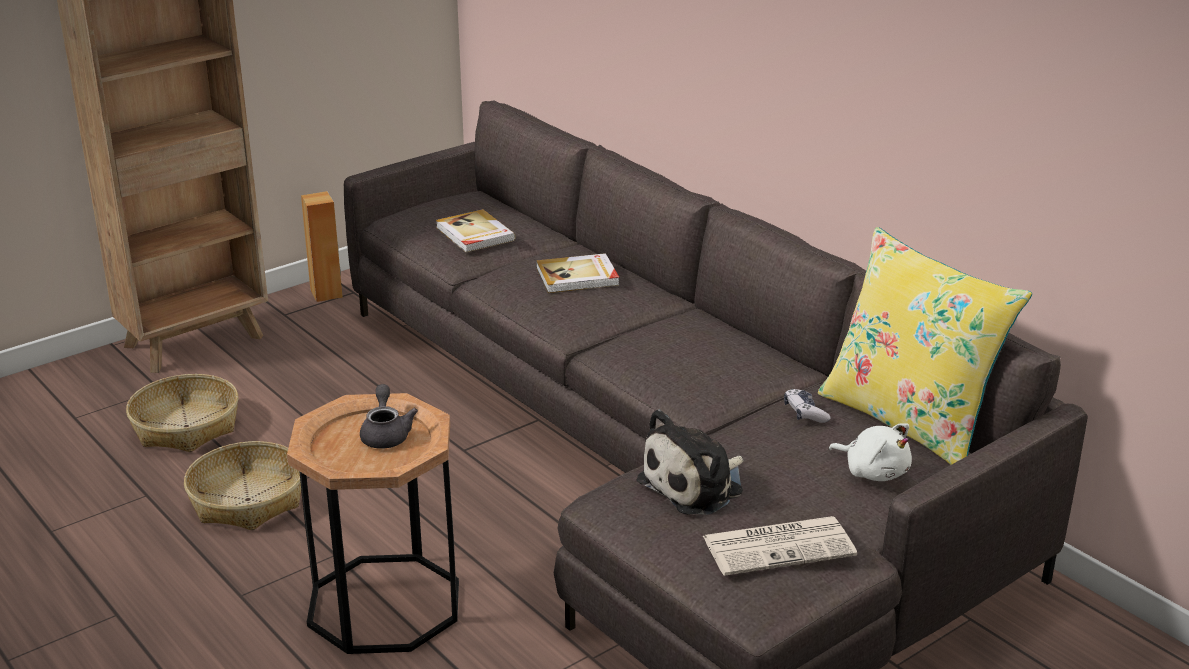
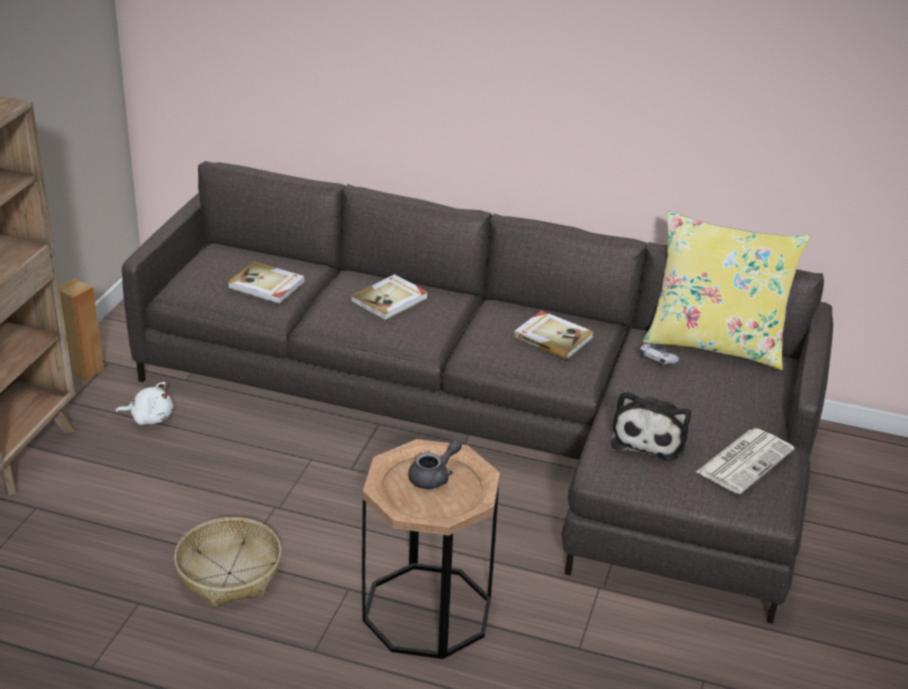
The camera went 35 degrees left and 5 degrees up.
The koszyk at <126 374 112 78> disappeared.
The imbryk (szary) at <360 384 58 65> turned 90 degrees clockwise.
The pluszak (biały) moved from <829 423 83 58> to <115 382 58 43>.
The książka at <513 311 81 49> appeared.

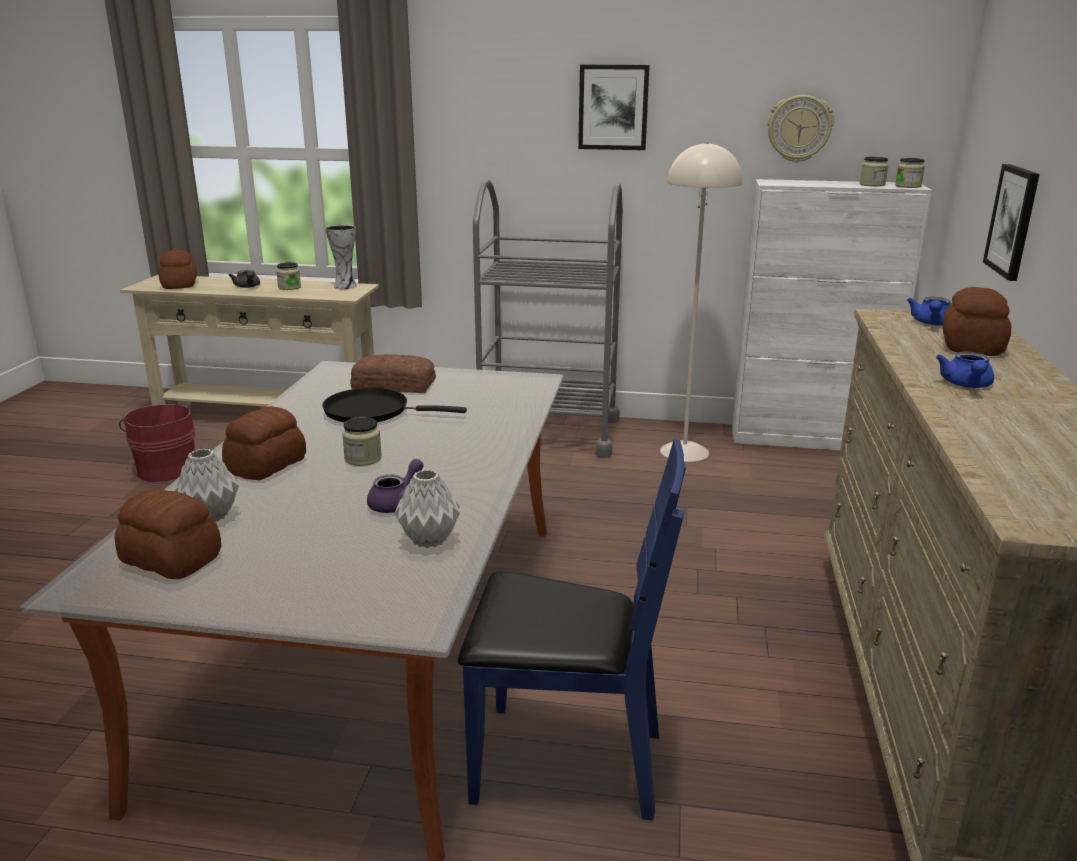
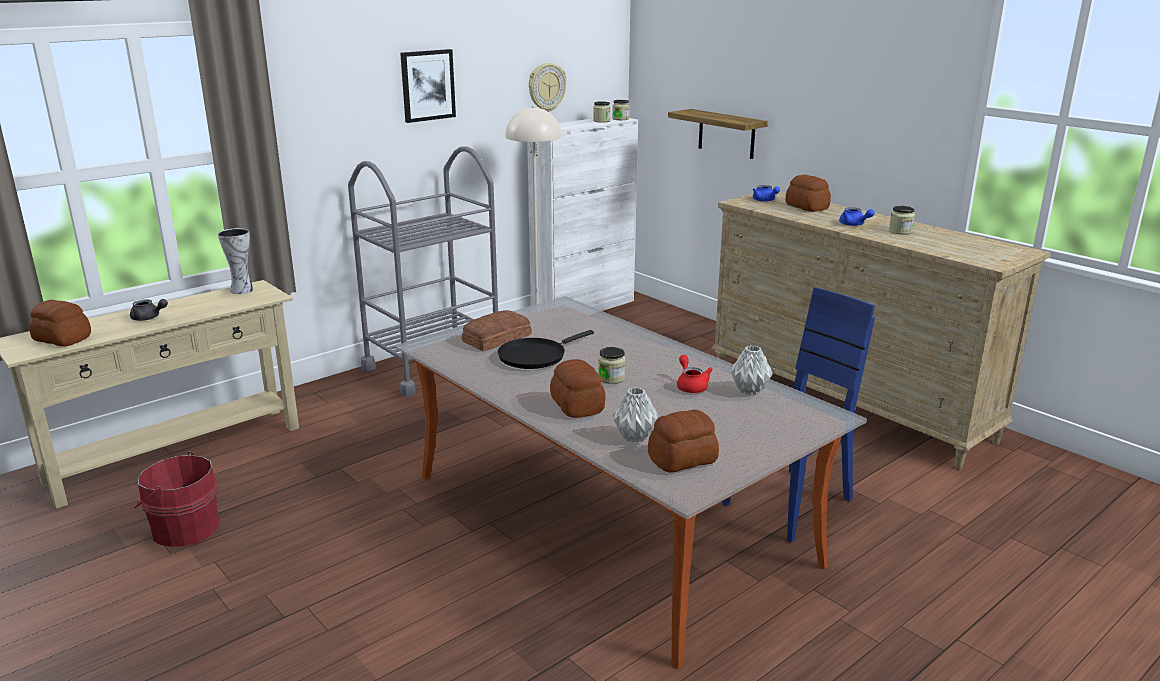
The camera went 50 degrees left and 0 degrees up.
The obraz at <983 164 57 117> was replaced by the półka at <668 109 100 50>.
The słoik moved from <276 262 25 28> to <889 206 26 29>.
The imbryk (fioletowy) at <367 459 57 54> became the imbryk (czerwony) at <677 355 36 38>.

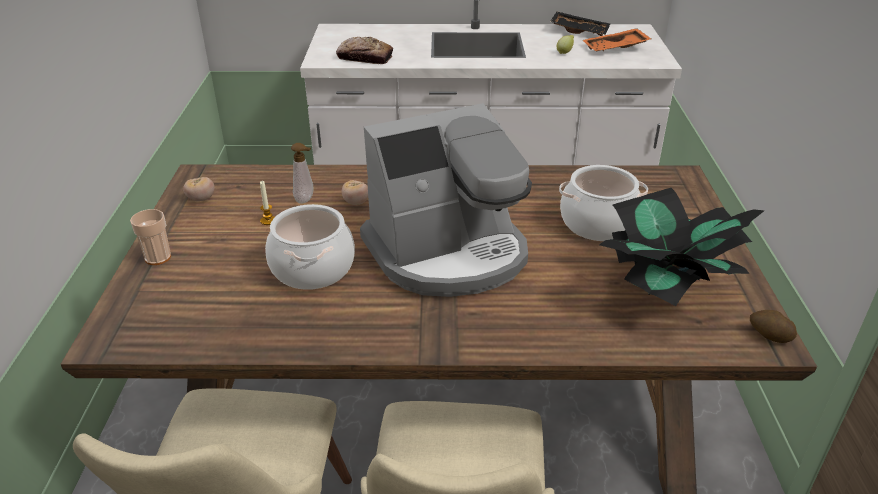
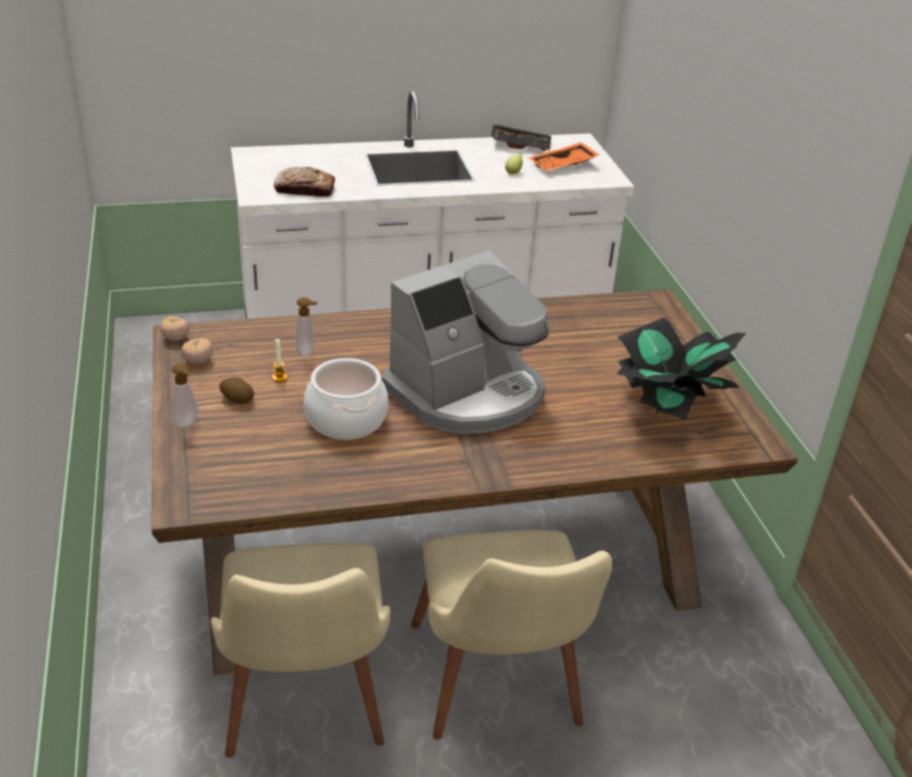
The camera went 15 degrees left and 0 degrees up.
The garnek at <559 165 89 76> disappeared.
The pomidor moved from <342 180 26 25> to <160 316 29 25>.
The filiżanka at <130 209 41 56> was replaced by the dozownik mydła at <171 364 28 63>.
The ziemniak moved from <750 310 47 33> to <219 377 35 27>.

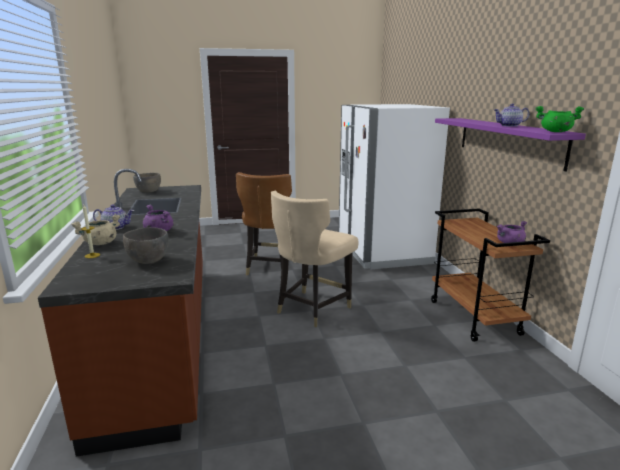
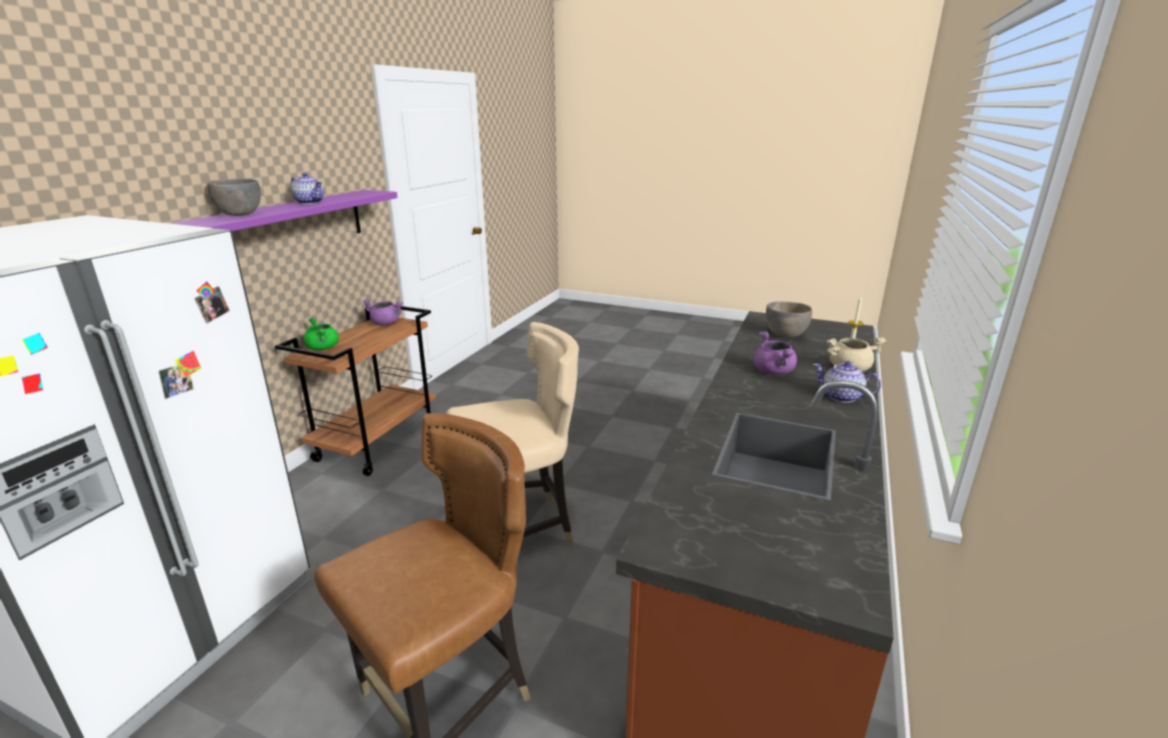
The camera went 145 degrees left and 5 degrees up.
The garnek (zielony) moved from <535 106 49 26> to <303 318 36 32>.
The miska (szary) moved from <133 173 28 20> to <207 179 54 37>.

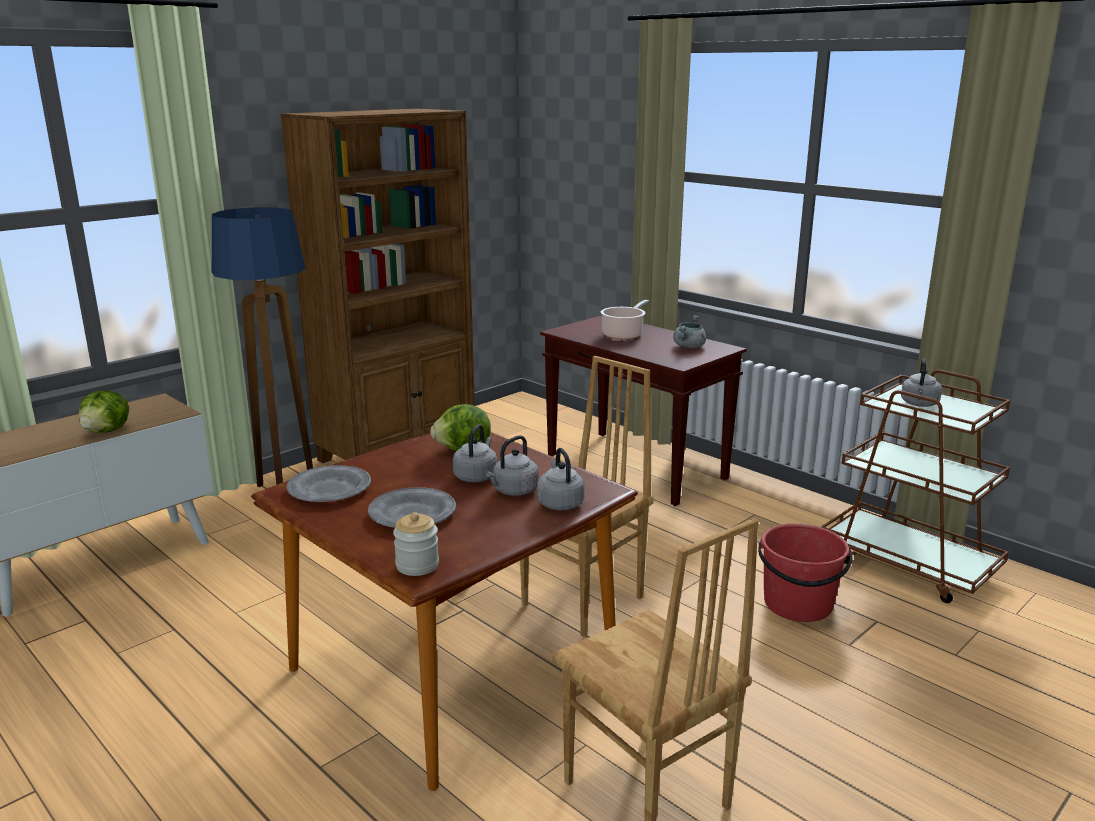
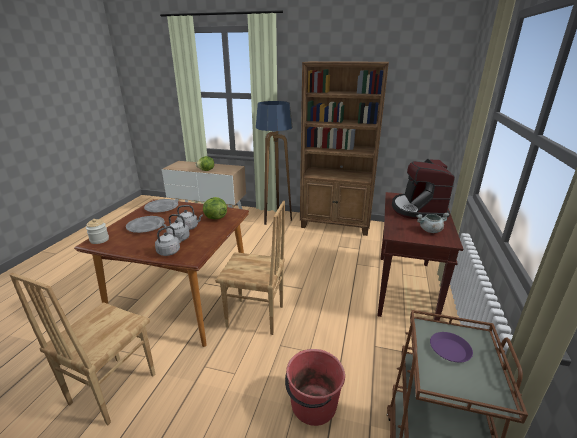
The camera went 60 degrees right and 5 degrees up.
The garnek at <600 300 49 40> was replaced by the ekspres do kawy at <392 159 63 60>.
The czajnik (szary) at <901 358 41 49> was replaced by the talerz (fioletowy) at <430 332 43 30>.

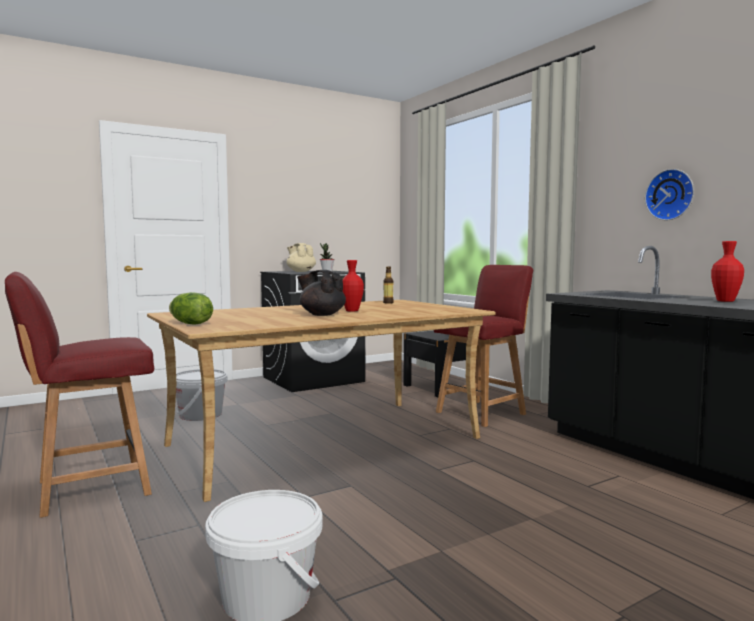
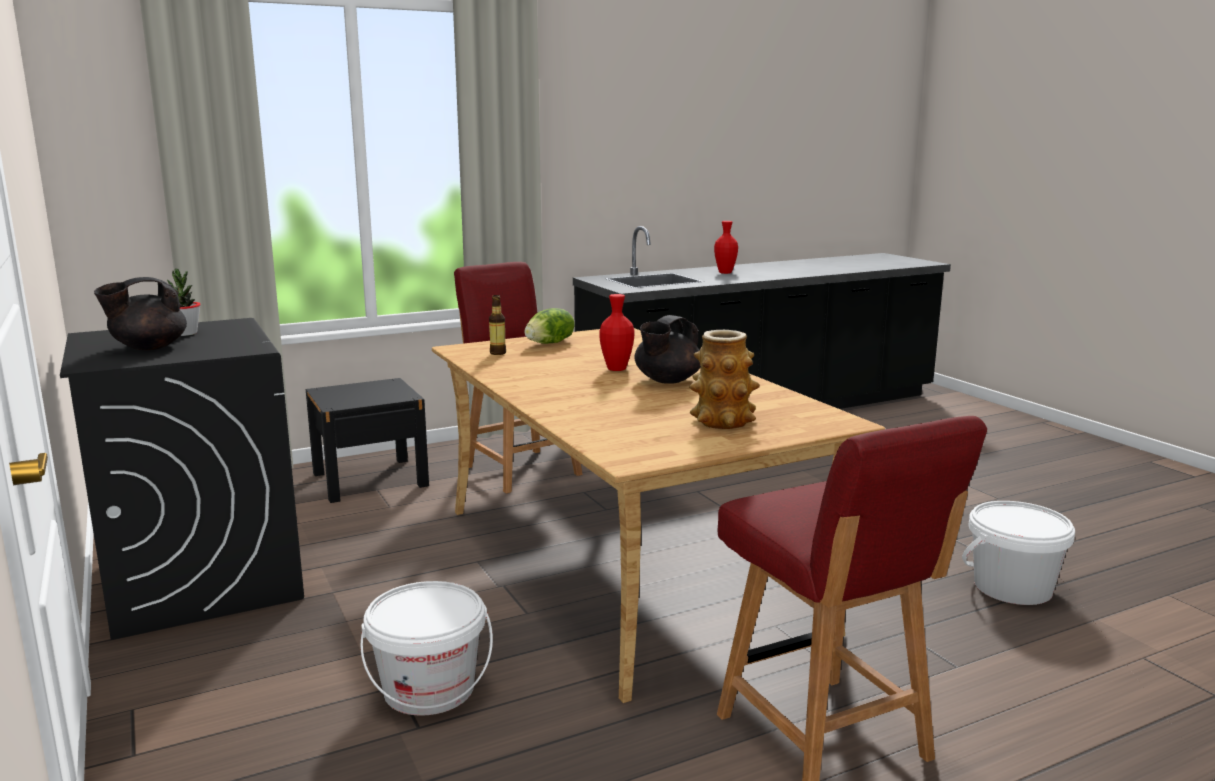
The camera went 85 degrees left and 10 degrees up.
The zegar ścienny at <645 169 49 51> disappeared.
The imbryk (beżowy) at <287 243 29 29> became the imbryk (czarny) at <94 277 93 73>.
The sałata moved from <169 292 44 32> to <524 308 50 36>.
The wazon at <689 330 71 99> appeared.

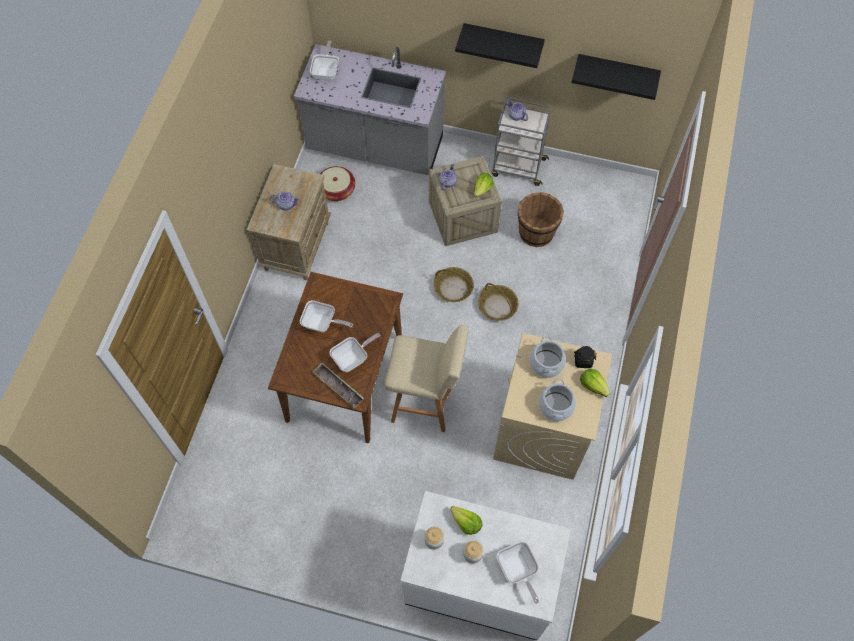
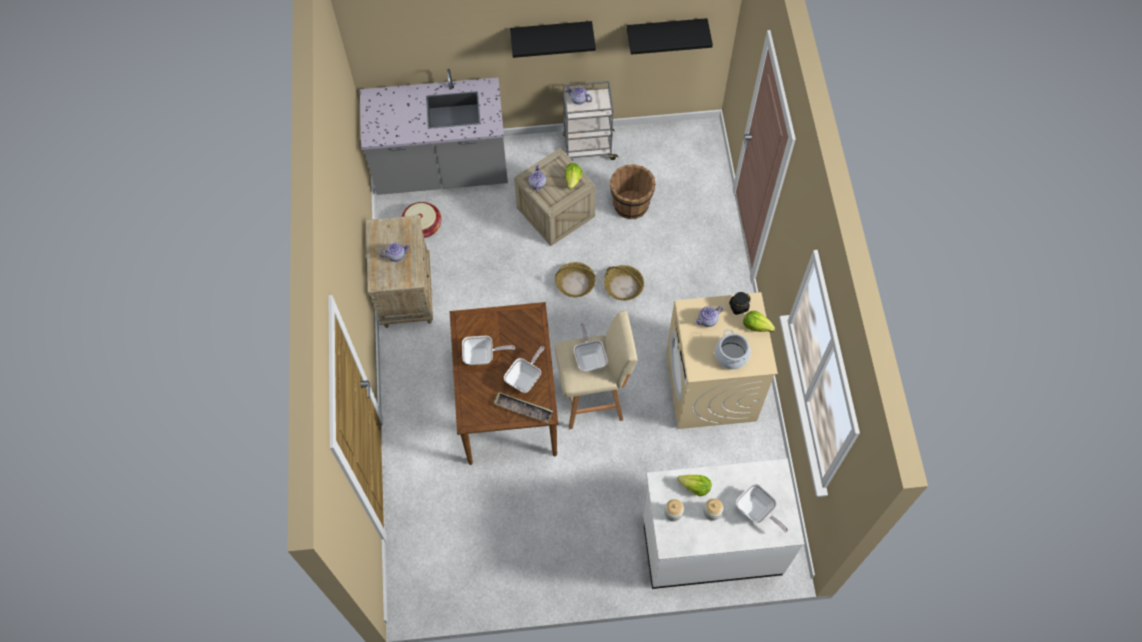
The camera went 20 degrees left and 0 degrees up.
The patelnia moved from <310 40 29 41> to <574 323 34 49>.
The garnek at <529 336 37 42> was replaced by the imbryk at <694 306 29 21>.

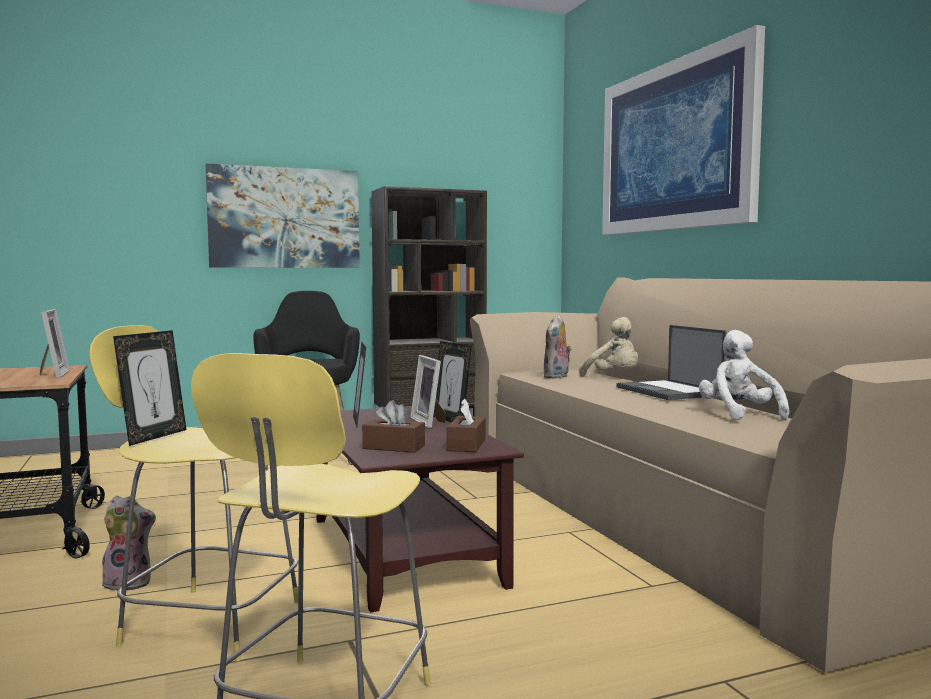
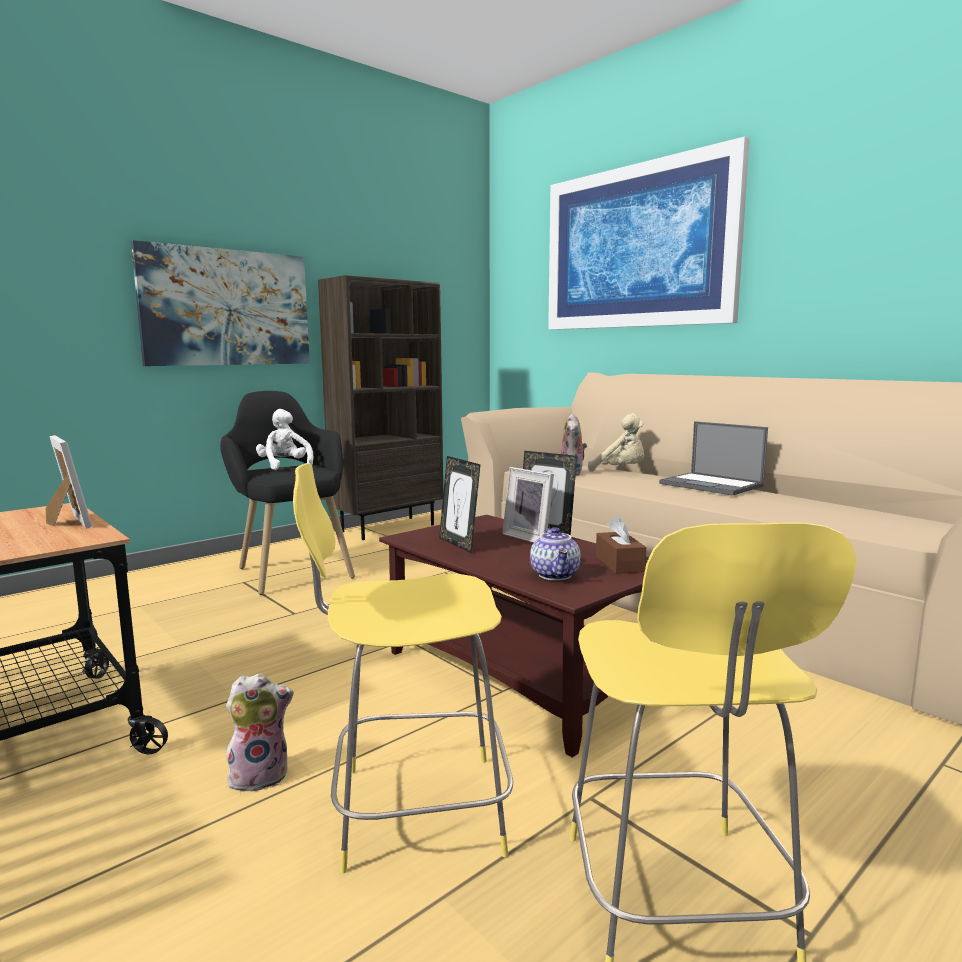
The camera went 20 degrees left and 5 degrees up.
The ramka na zdjęcie at <113 330 73 116> disappeared.
The pluszak (biały) moved from <699 330 90 91> to <256 409 57 61>.
The pudełko chusteczek (brązowy) at <362 400 63 53> was replaced by the imbryk at <530 527 51 54>.

